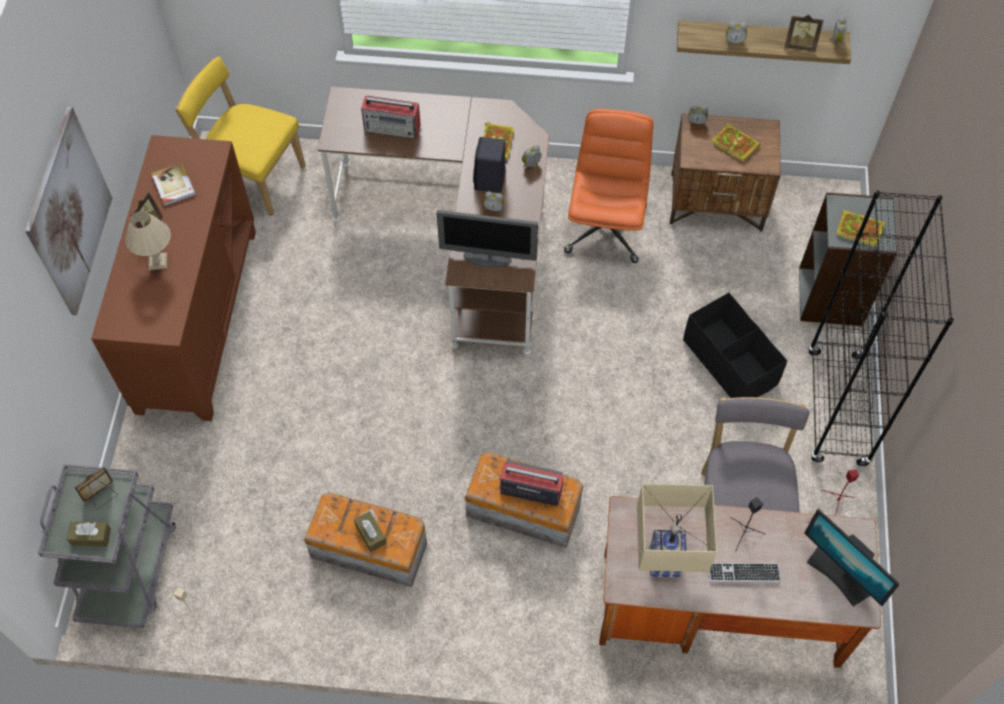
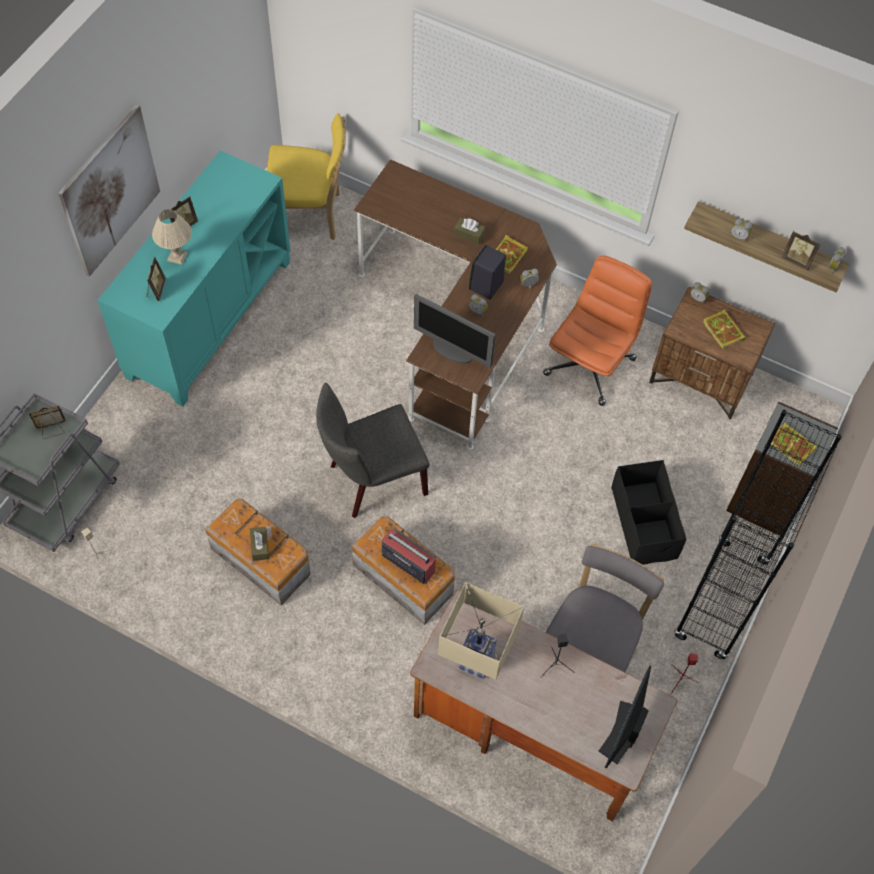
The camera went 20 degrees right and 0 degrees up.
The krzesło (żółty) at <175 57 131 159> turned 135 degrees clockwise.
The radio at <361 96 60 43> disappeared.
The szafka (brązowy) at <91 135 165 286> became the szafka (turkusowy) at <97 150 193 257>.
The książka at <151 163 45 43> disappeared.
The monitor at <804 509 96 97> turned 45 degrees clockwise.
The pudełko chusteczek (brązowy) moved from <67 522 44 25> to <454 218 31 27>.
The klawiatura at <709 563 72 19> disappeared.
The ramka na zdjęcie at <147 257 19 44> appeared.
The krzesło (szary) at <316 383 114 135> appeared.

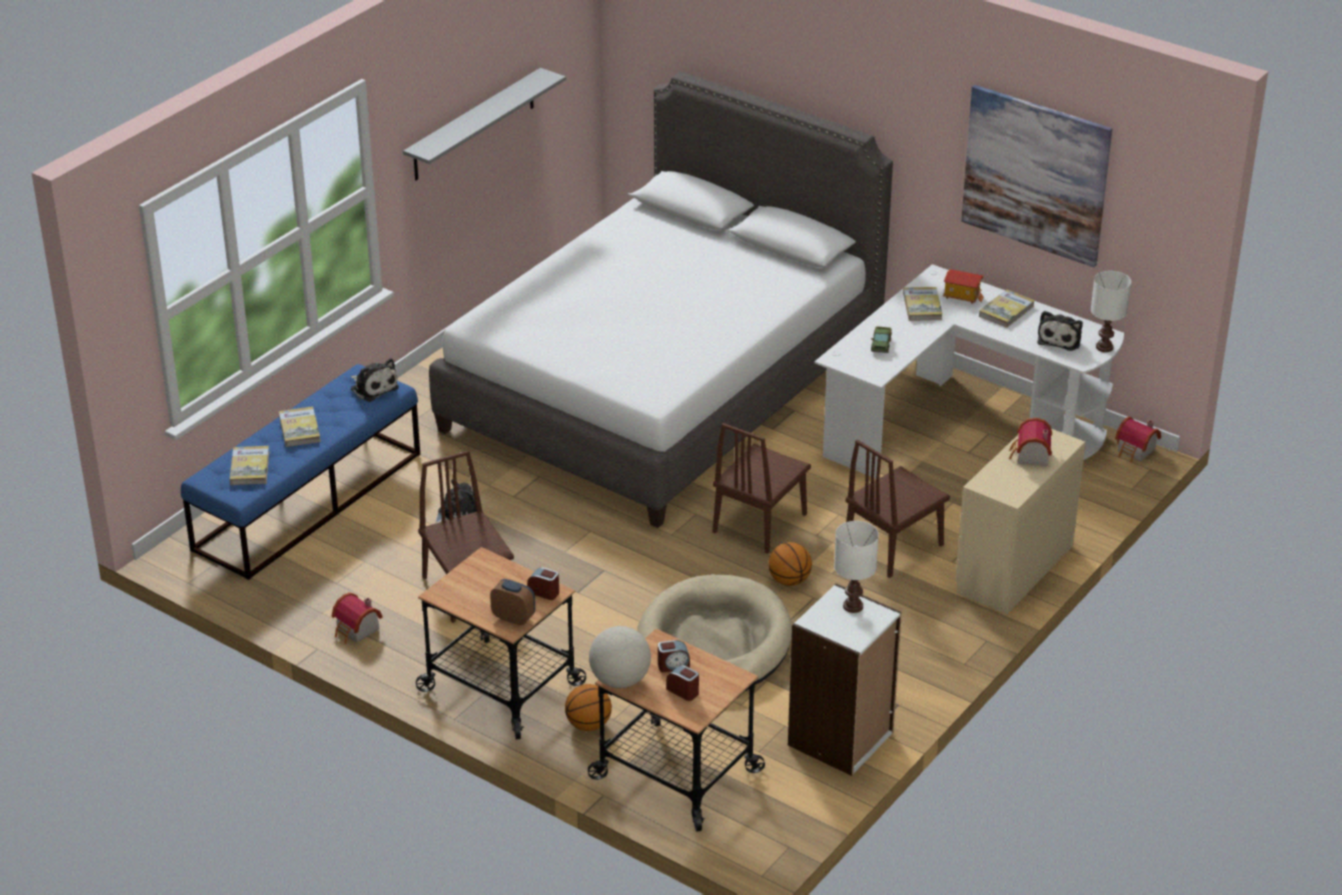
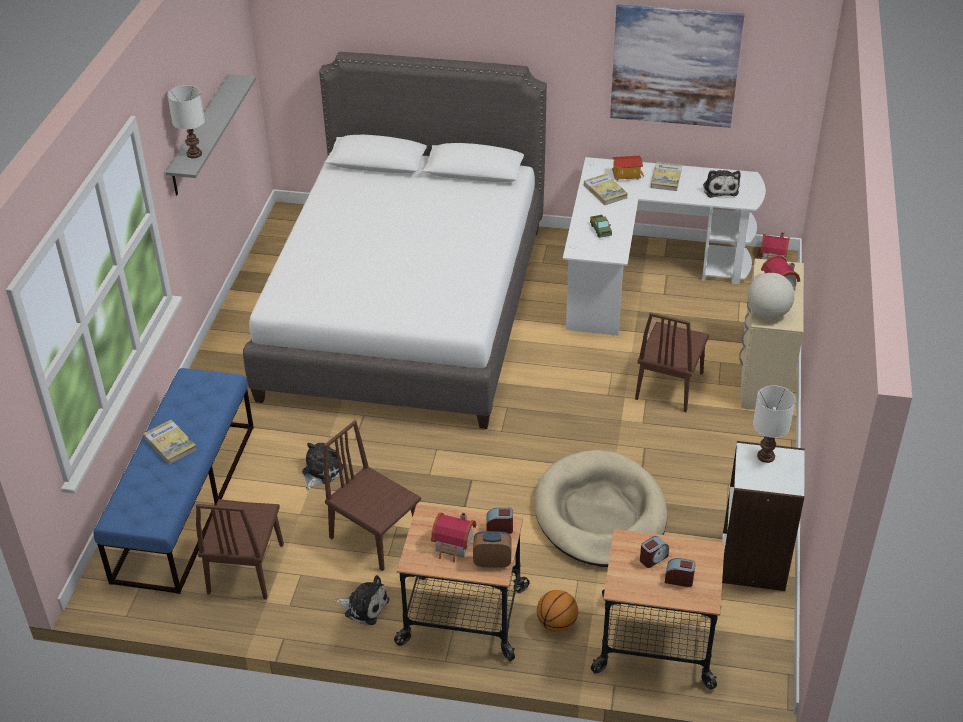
The camera went 25 degrees left and 5 degrees up.
The lampa stołowa (biały) moved from <1091 271 40 81> to <167 85 38 73>.
The pluszak moved from <351 358 48 44> to <335 575 54 50>.
The krzesło (brązowy) moved from <713 423 98 131> to <196 499 88 100>.
The książka at <230 446 39 39> disappeared.
The piłka do koszykówki at <768 542 44 44> disappeared.
The domek moved from <332 592 51 52> to <431 512 46 51>.
The globus moved from <589 626 62 62> to <747 273 48 46>.

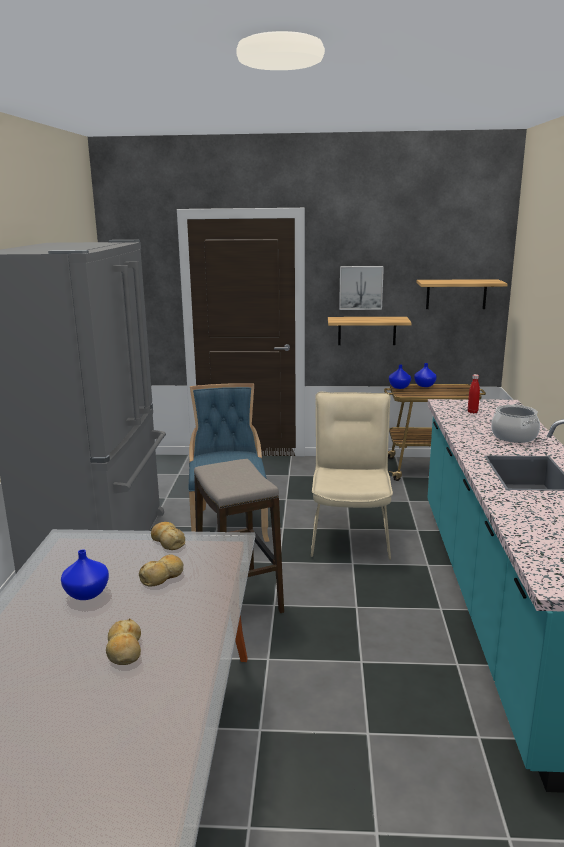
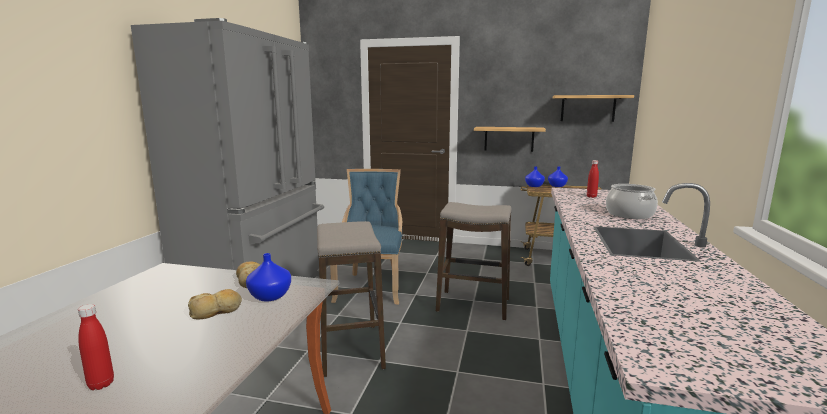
The camera went 10 degrees right and 5 degrees down.
The obraz at <339 266 45 44> disappeared.
The krzesło (beżowy) at <311 392 82 168> was replaced by the stołek at <436 202 76 118>.
The wazon (niebieski) moved from <61 549 48 51> to <246 253 45 48>.
The chleb at <106 618 35 47> was replaced by the butelka (czerwony) at <78 304 36 86>.

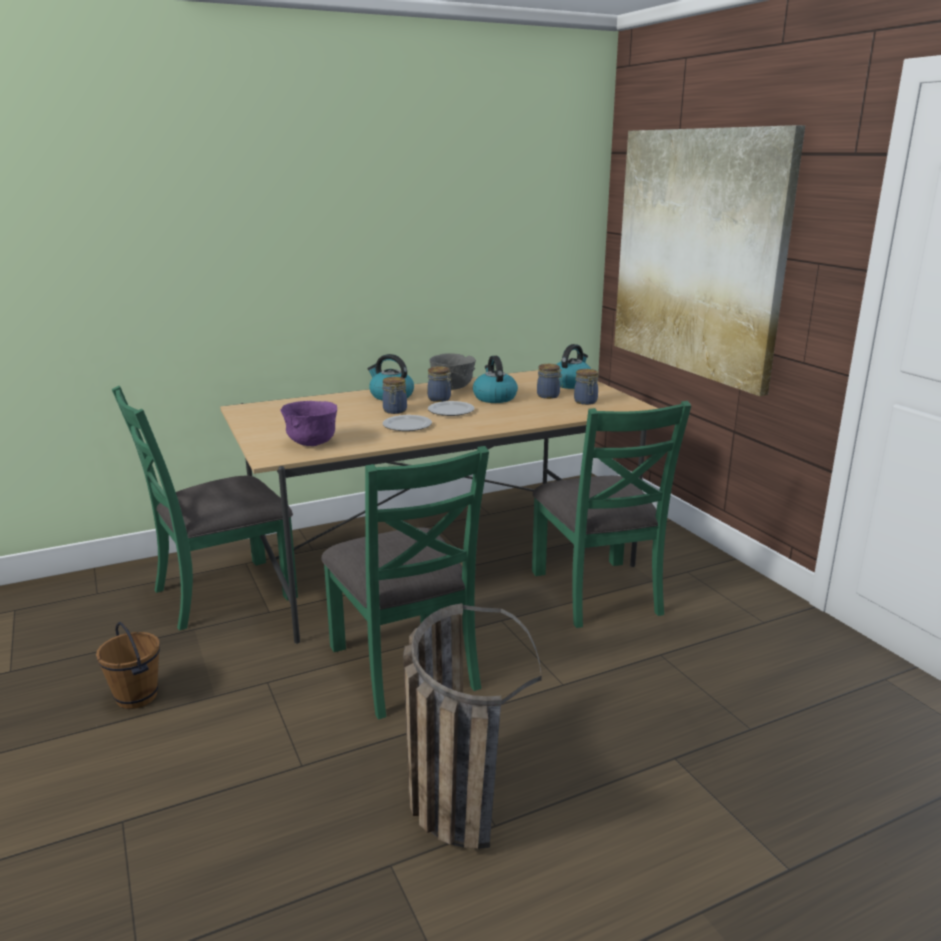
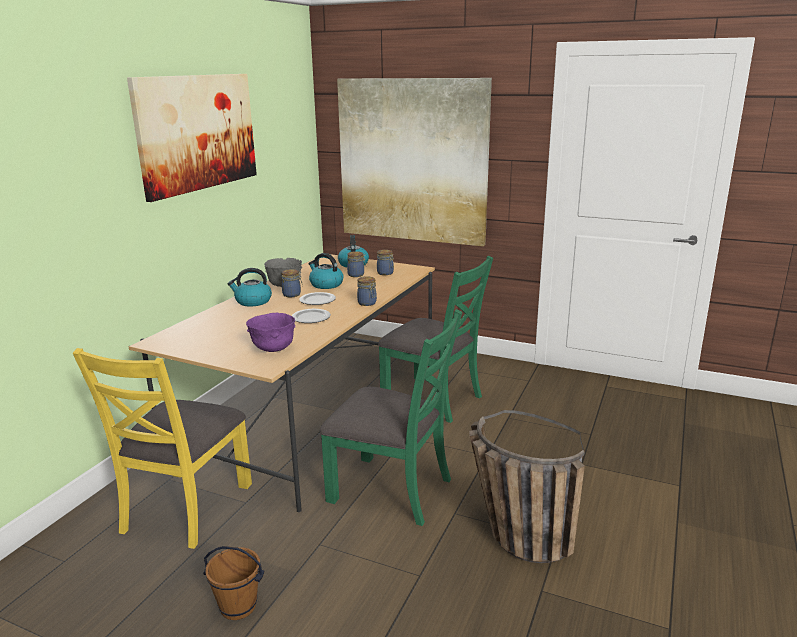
The camera went 40 degrees left and 0 degrees up.
The słoik moved from <383 377 24 37> to <357 276 20 30>.
The krzesło (zielony) at <112 386 186 245> became the krzesło (żółty) at <73 348 179 201>.
The obraz at <127 74 130 128> appeared.

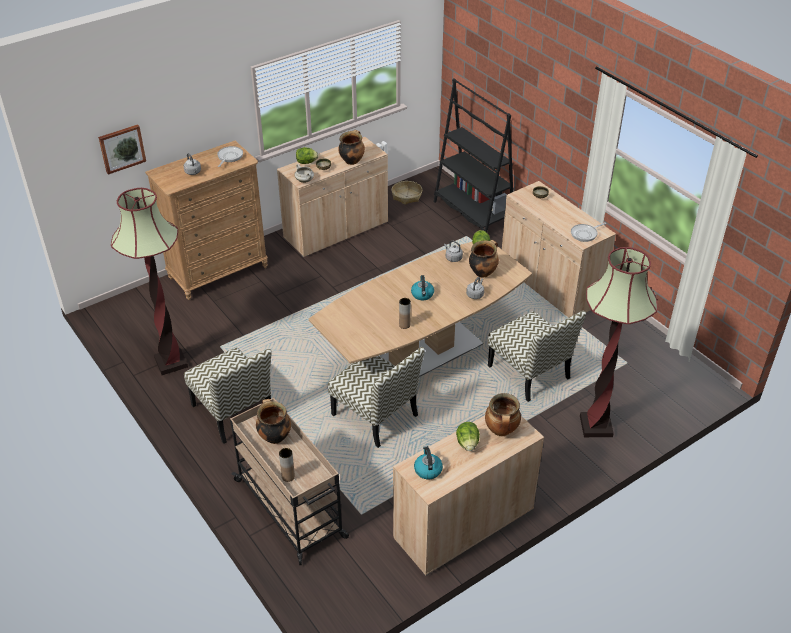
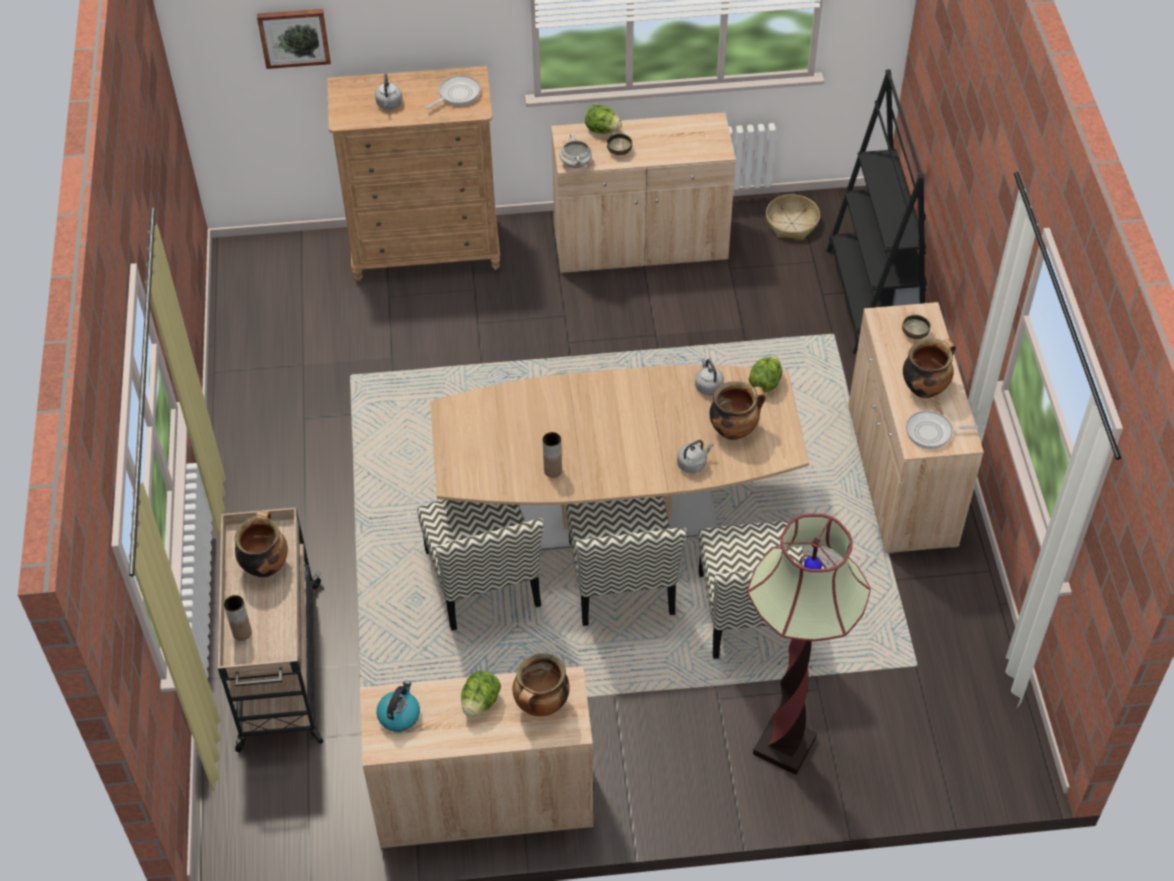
The camera went 30 degrees right and 10 degrees up.
The garnek moved from <338 130 27 35> to <903 338 53 60>.
The lampa stojąca at <111 188 77 187> disappeared.
The czajnik at <411 275 23 25> disappeared.
The krzesło moved from <184 347 88 97> to <566 496 121 130>.

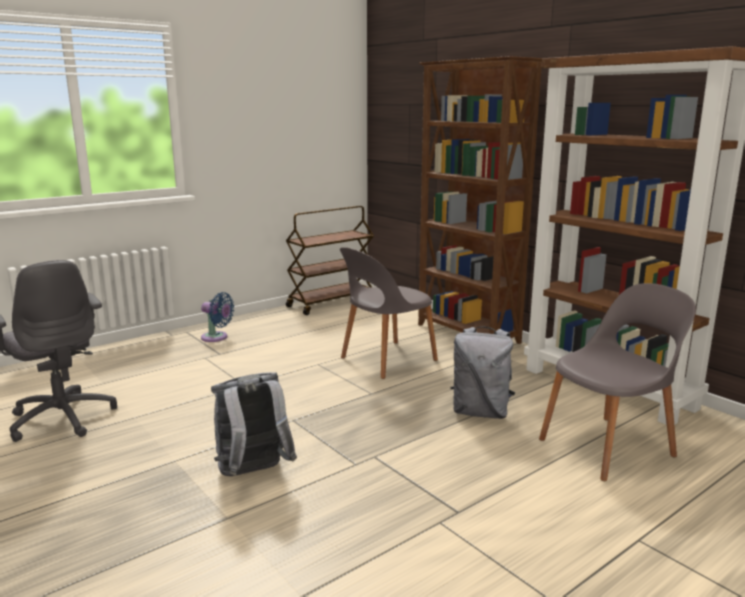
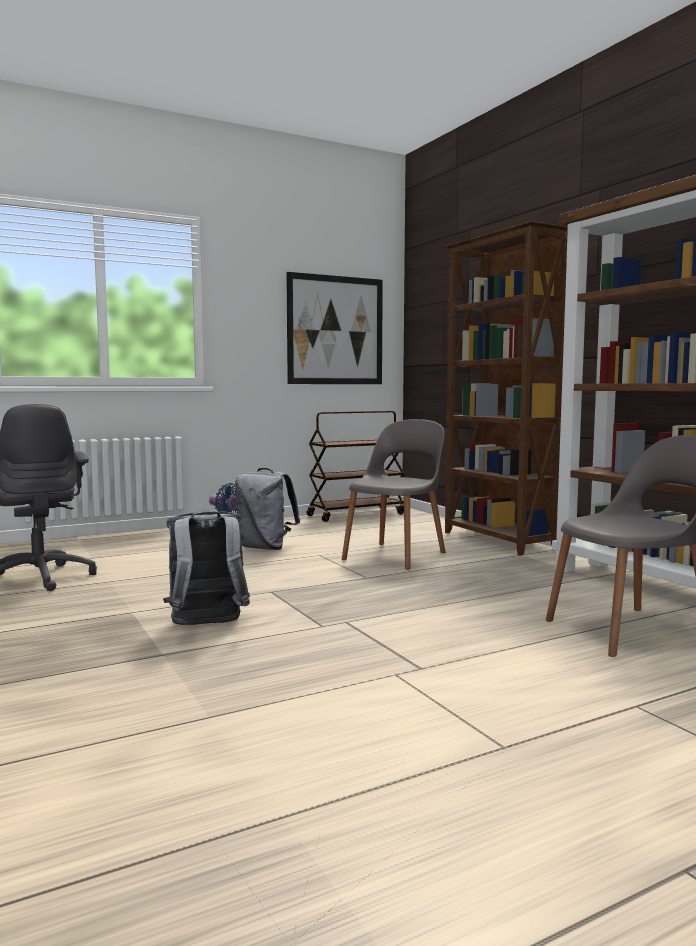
The camera went 10 degrees right and 10 degrees down.
The krzesło (szary) at <340 247 98 132> turned 150 degrees clockwise.
The plecak (szary) moved from <450 327 65 92> to <235 468 65 82>.
The obraz at <286 272 97 112> appeared.

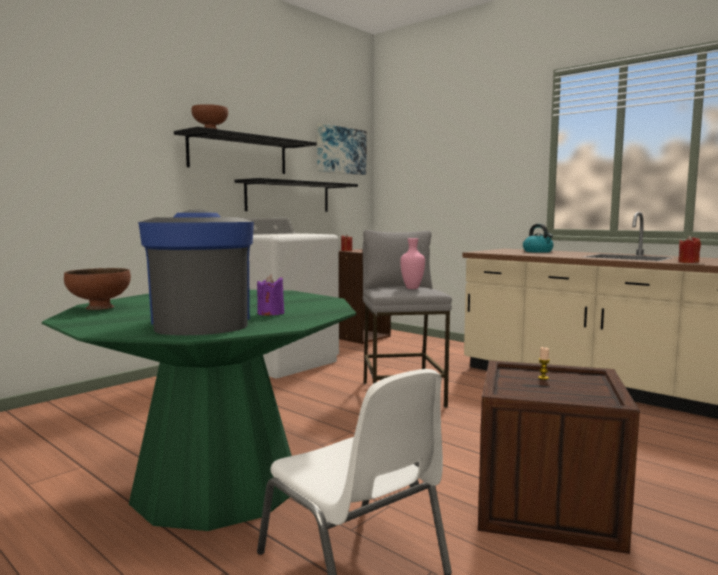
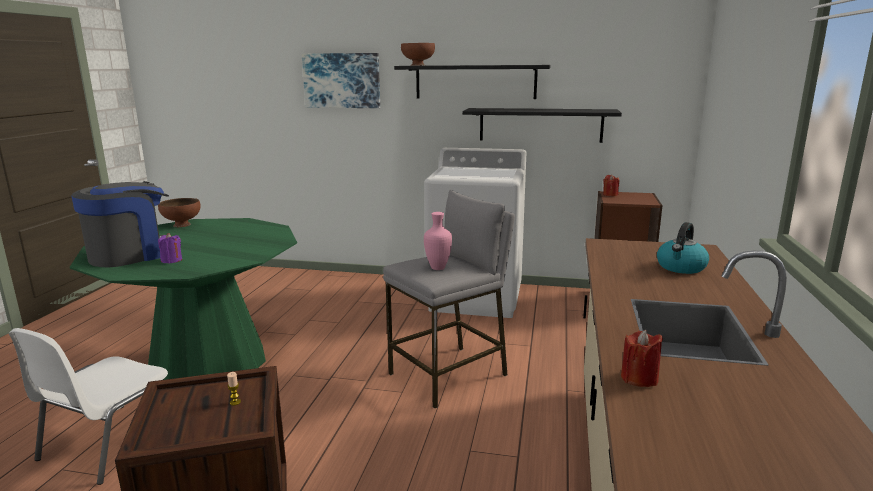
The camera went 60 degrees right and 10 degrees up.
The obraz moved from <317 123 49 52> to <302 53 78 55>.

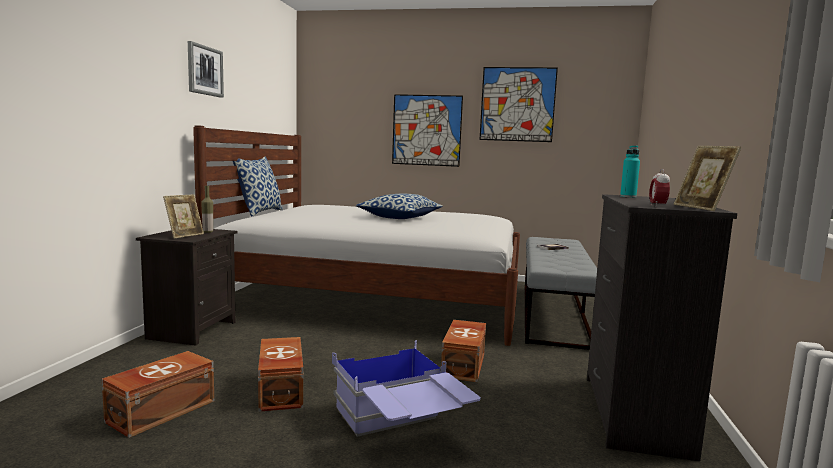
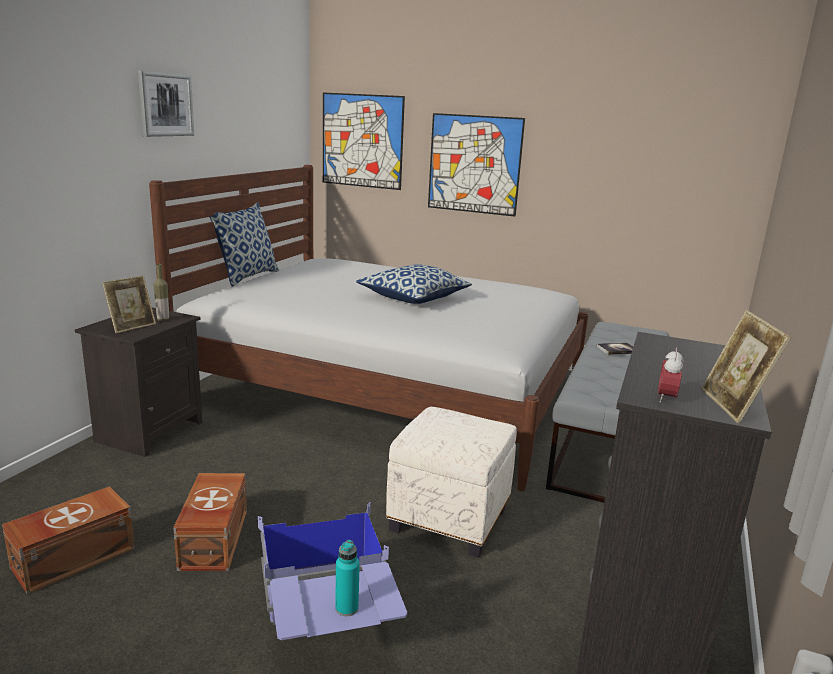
The camera went 10 degrees right and 10 degrees up.
The obraz moved from <479 67 79 75> to <323 92 82 98>.
The butelka (turkusowy) moved from <620 145 20 53> to <335 540 25 76>.
The pojemnik do przechowywania (brązowy) at <441 320 45 62> was replaced by the pufa (biały) at <386 407 131 151>.

